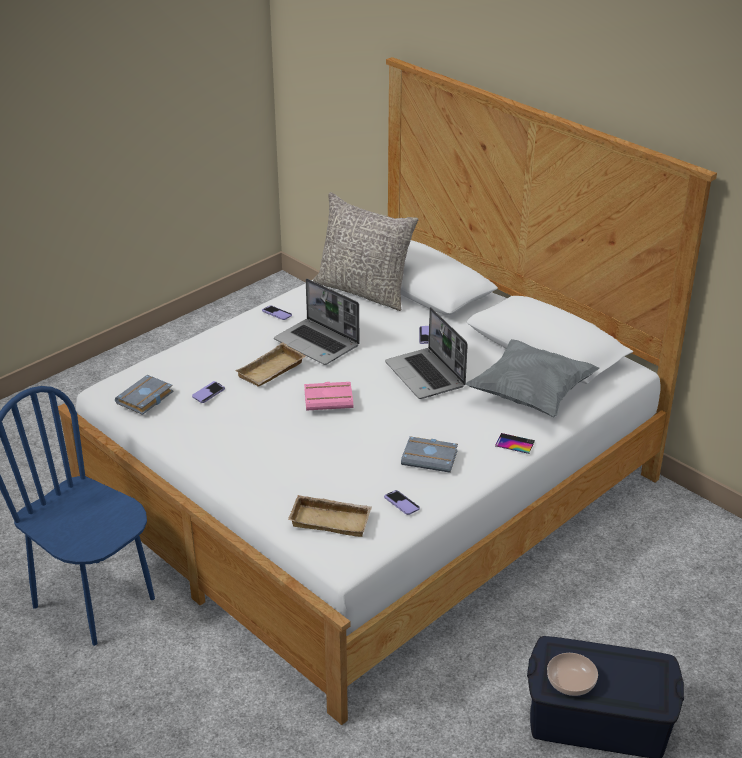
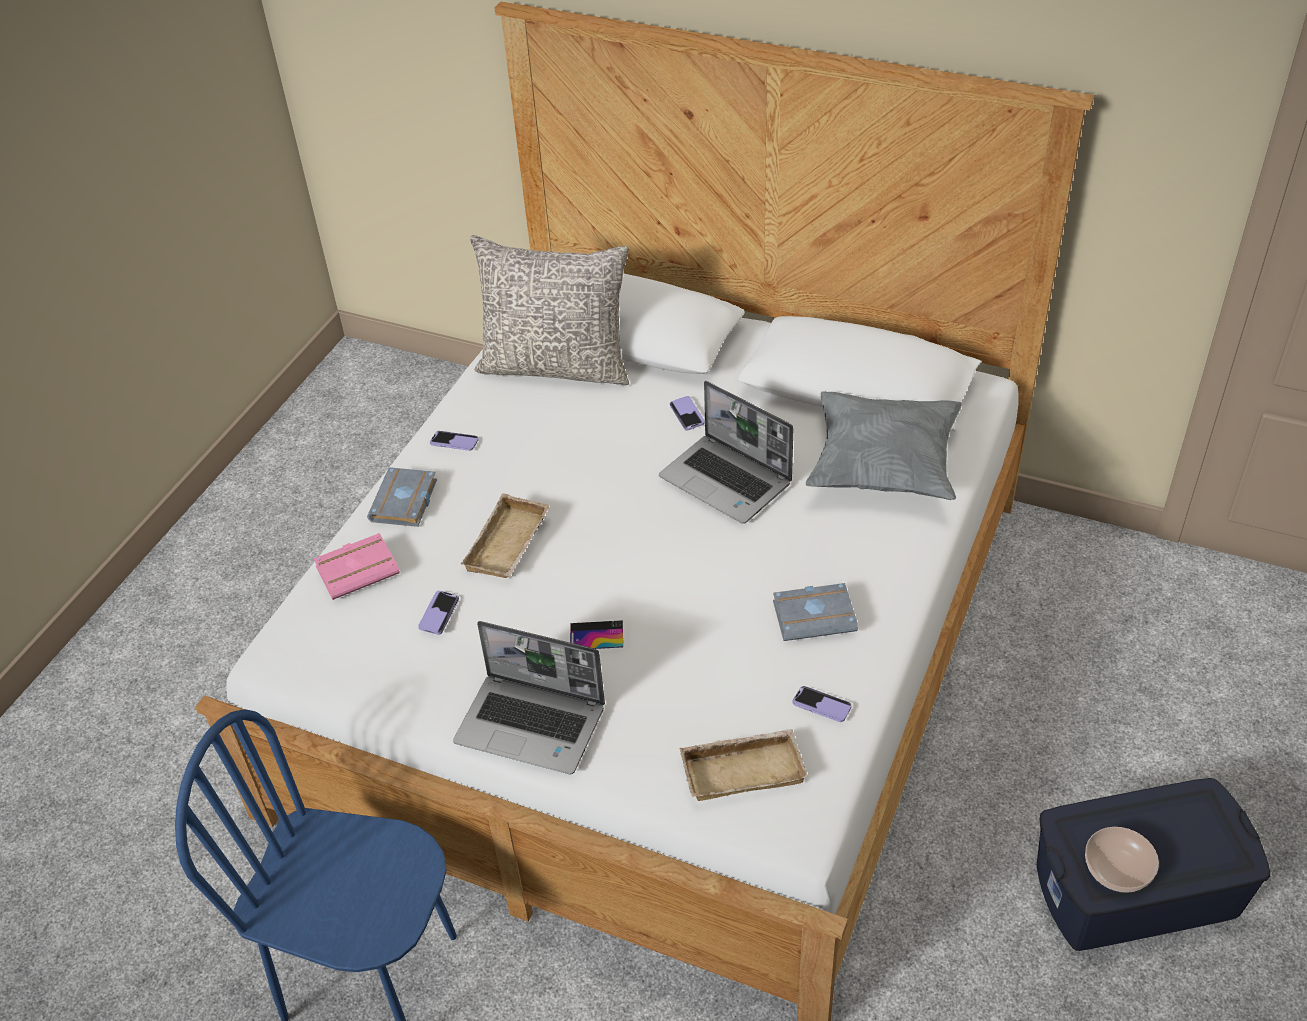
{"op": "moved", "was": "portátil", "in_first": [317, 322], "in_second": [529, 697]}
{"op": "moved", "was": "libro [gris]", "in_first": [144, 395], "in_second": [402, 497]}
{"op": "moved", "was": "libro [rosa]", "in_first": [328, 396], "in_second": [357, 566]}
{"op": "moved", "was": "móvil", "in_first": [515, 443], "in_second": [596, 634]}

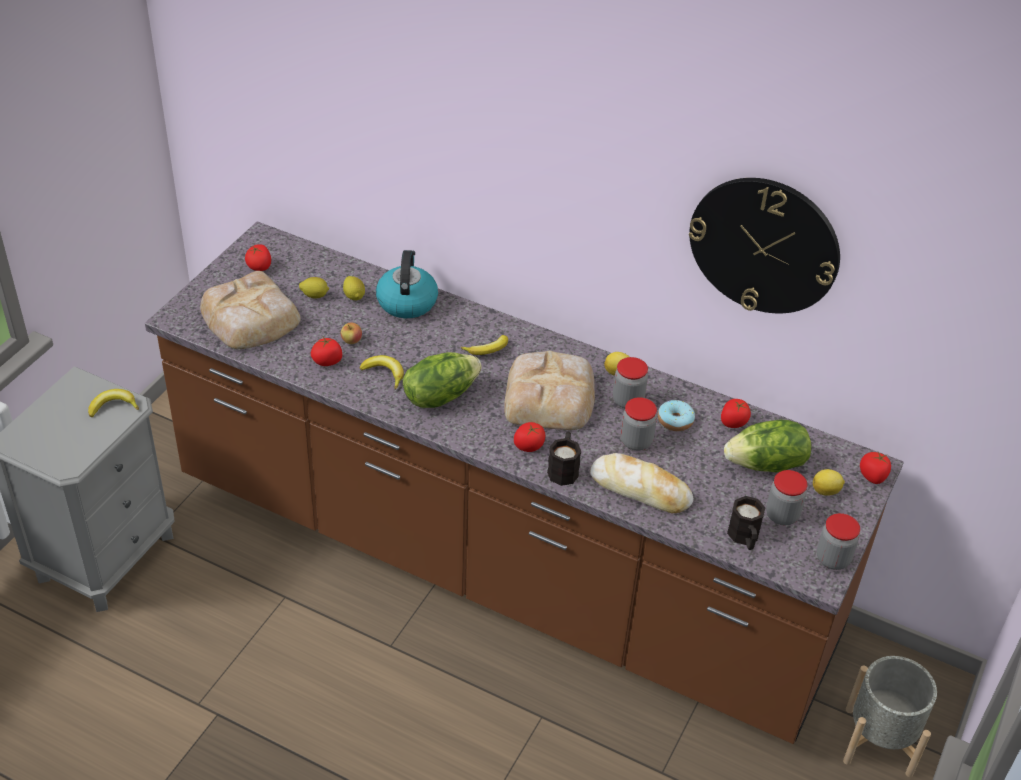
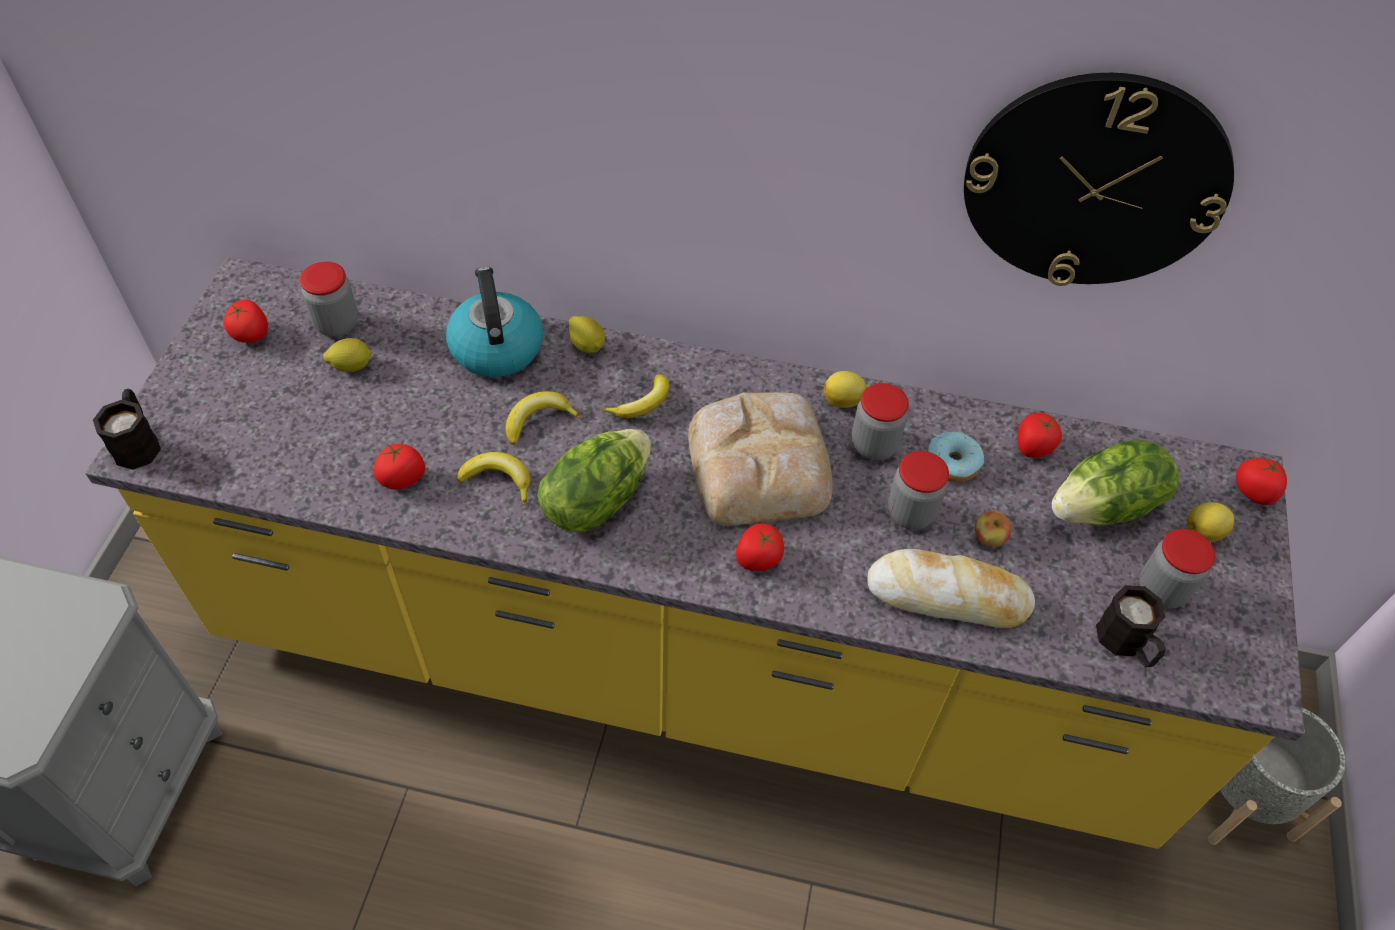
{"op": "recoloured", "was": "mueble bajo de cocina [marrón]", "now": "mueble bajo de cocina [amarillo]", "in_first": [524, 482], "in_second": [694, 553]}
{"op": "removed", "was": "pan", "in_first": [250, 310]}
{"op": "moved", "was": "limón", "in_first": [354, 288], "in_second": [587, 334]}
{"op": "moved", "was": "manzana", "in_first": [351, 333], "in_second": [993, 529]}
{"op": "moved", "was": "plátano", "in_first": [113, 403], "in_second": [543, 418]}
{"op": "moved", "was": "taza grande [negro]", "in_first": [564, 459], "in_second": [127, 429]}
{"op": "moved", "was": "tarro", "in_first": [838, 541], "in_second": [329, 298]}

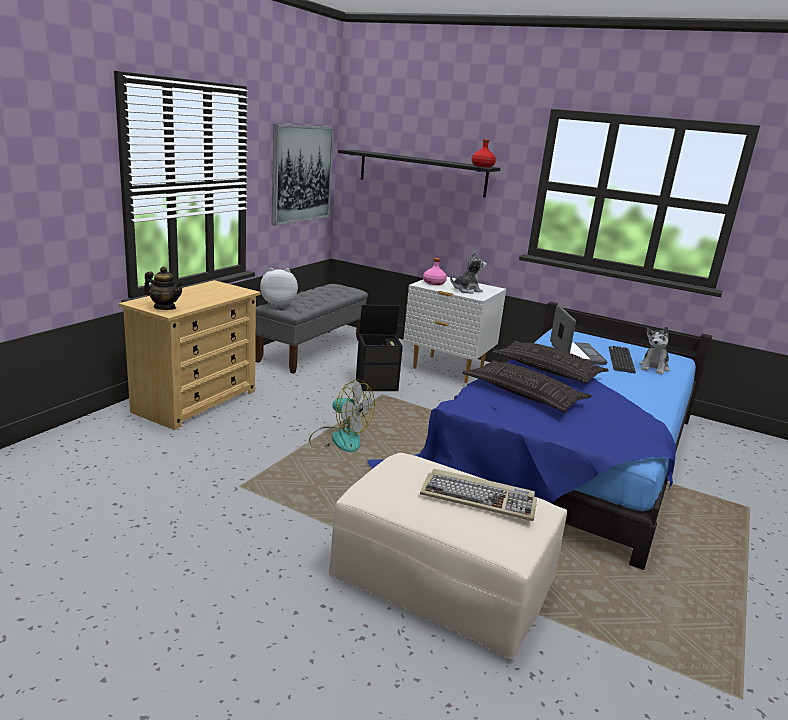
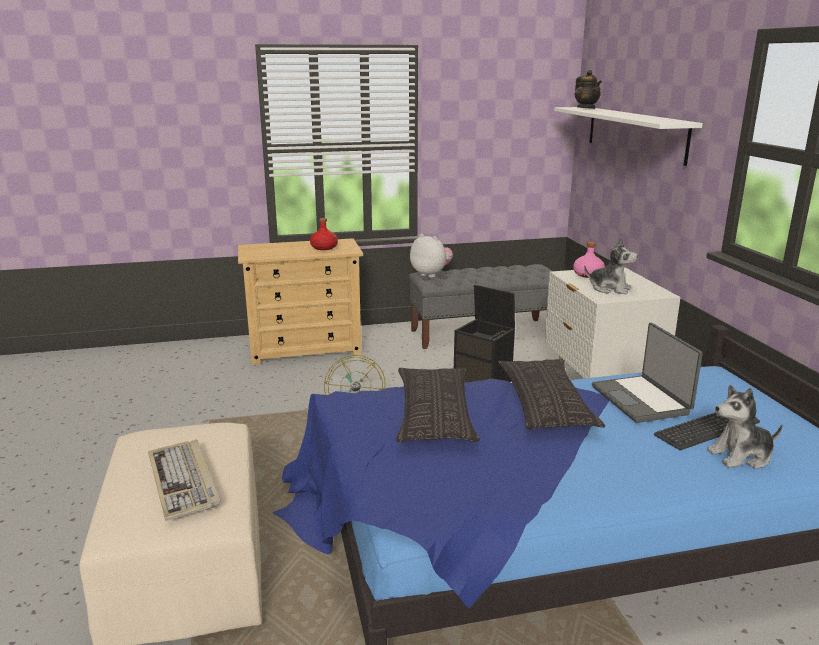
{"op": "removed", "was": "cuadro", "in_first": [303, 175]}
{"op": "moved", "was": "botella [rojo]", "in_first": [483, 153], "in_second": [324, 234]}
{"op": "recoloured", "was": "estante [negro]", "now": "estante [blanco]", "in_first": [419, 174], "in_second": [628, 136]}
{"op": "moved", "was": "tetera", "in_first": [164, 288], "in_second": [588, 89]}
{"op": "turned", "was": "portátil", "in_first": [578, 335], "in_second": [647, 373], "clockwise": 120}

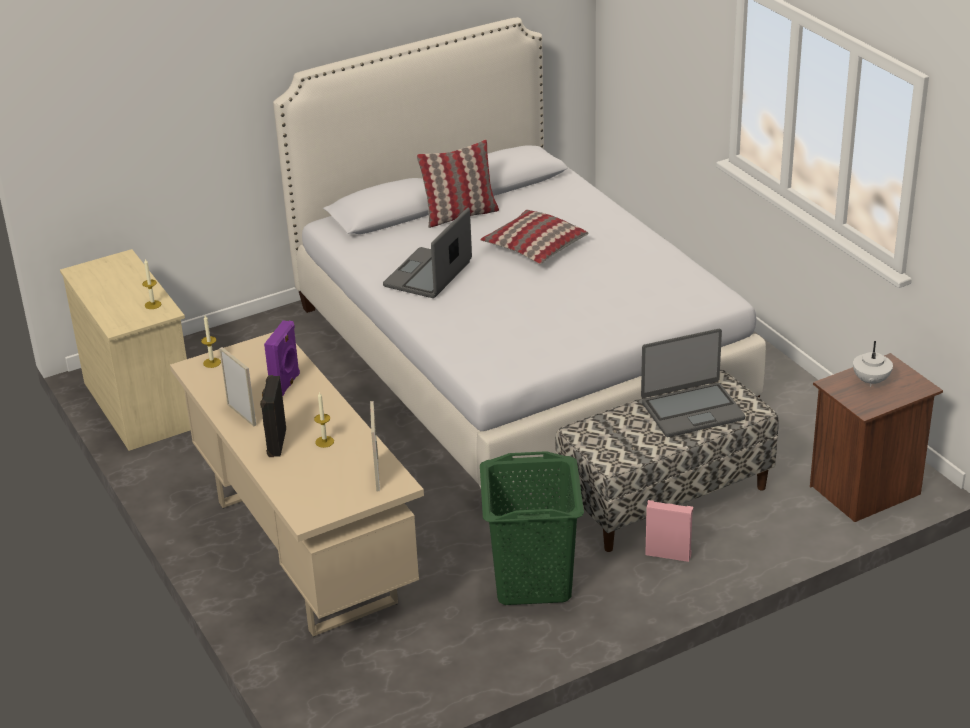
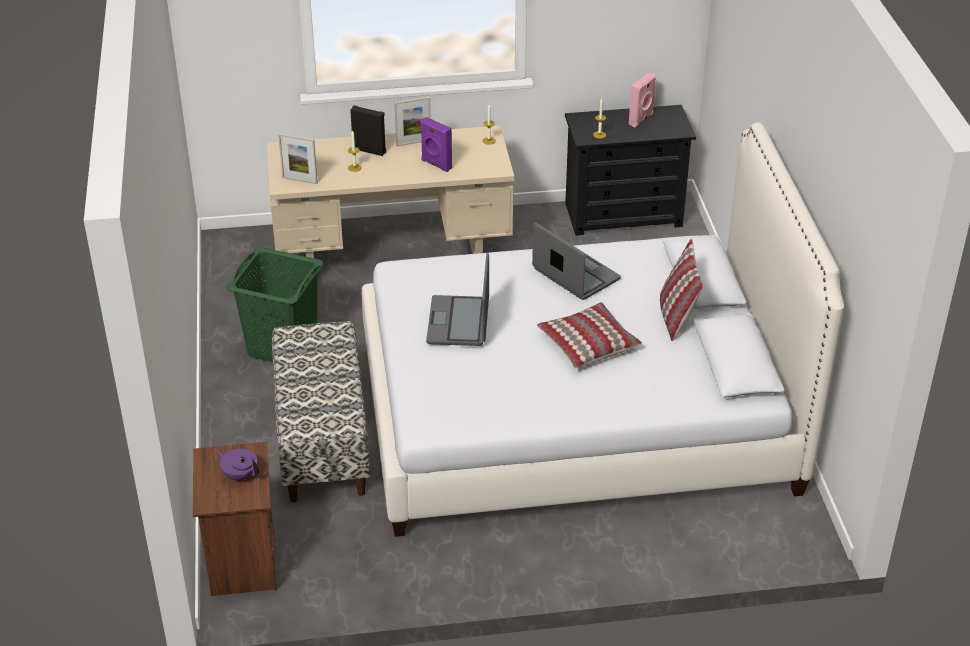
{"op": "recoloured", "was": "cómoda [beis]", "now": "cómoda [negro]", "in_first": [125, 350], "in_second": [630, 170]}
{"op": "moved", "was": "portátil", "in_first": [693, 383], "in_second": [457, 299]}
{"op": "recoloured", "was": "tetera [blanco]", "now": "tetera [morado]", "in_first": [873, 364], "in_second": [237, 465]}
{"op": "moved", "was": "altavoz [rosa]", "in_first": [669, 531], "in_second": [642, 100]}

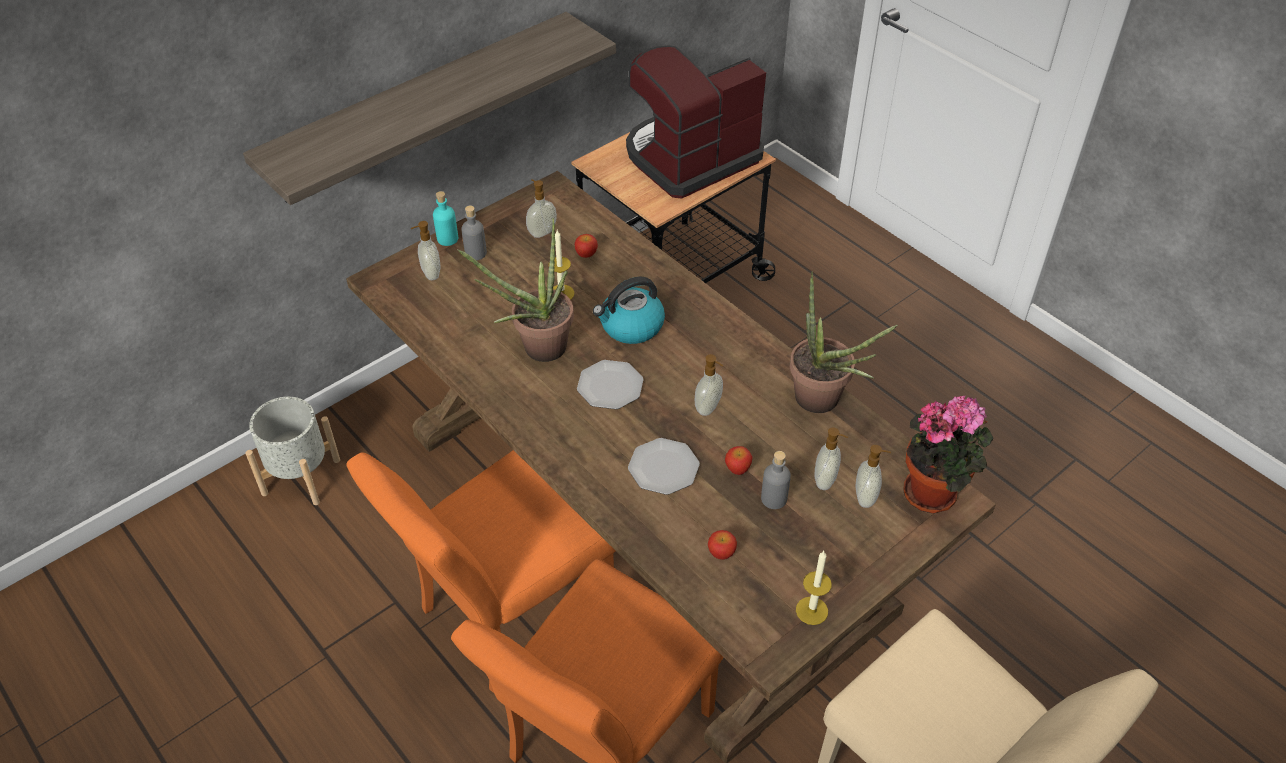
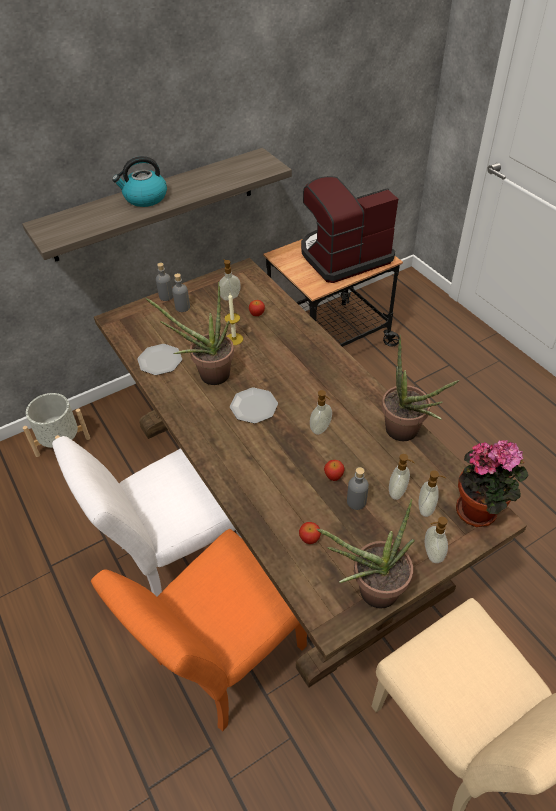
{"op": "recoloured", "was": "botella [turquesa]", "now": "botella [gris]", "in_first": [445, 218], "in_second": [164, 282]}
{"op": "moved", "was": "dispensador de jabón", "in_first": [425, 250], "in_second": [436, 540]}
{"op": "moved", "was": "hervidor", "in_first": [629, 310], "in_second": [139, 181]}
{"op": "moved", "was": "plato", "in_first": [664, 466], "in_second": [159, 359]}
{"op": "recoloured", "was": "silla [naranja]", "now": "silla [blanco]", "in_first": [480, 571], "in_second": [146, 516]}
{"op": "replaced", "was": "vela", "now": "planta en maceta", "in_first": [814, 588], "in_second": [366, 553]}

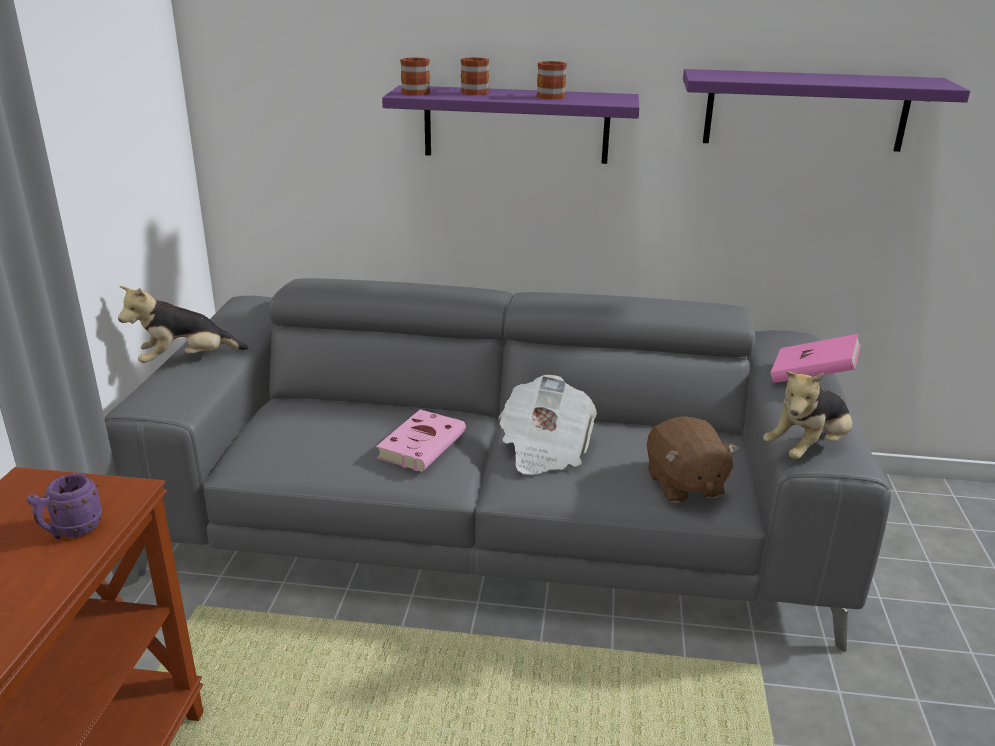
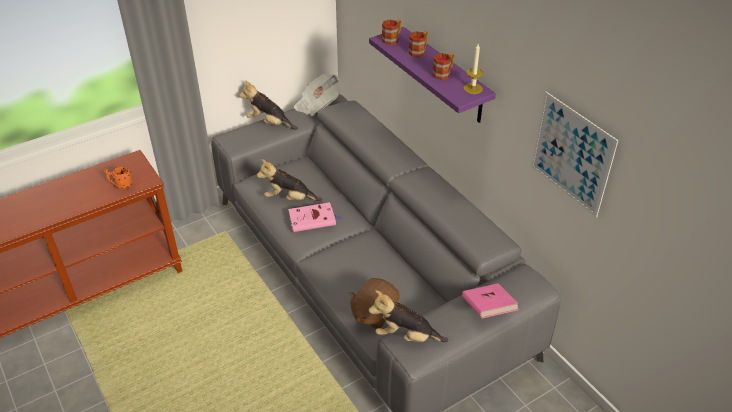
{"op": "replaced", "was": "estante [morado]", "now": "cuadro", "in_first": [826, 110], "in_second": [574, 154]}
{"op": "moved", "was": "periódico", "in_first": [547, 425], "in_second": [317, 95]}
{"op": "recoloured", "was": "taza grande [morado]", "now": "taza grande [naranja]", "in_first": [64, 506], "in_second": [118, 178]}
{"op": "added", "now": "vela", "in_second": [473, 69]}
{"op": "added", "now": "peluche", "in_second": [289, 180]}

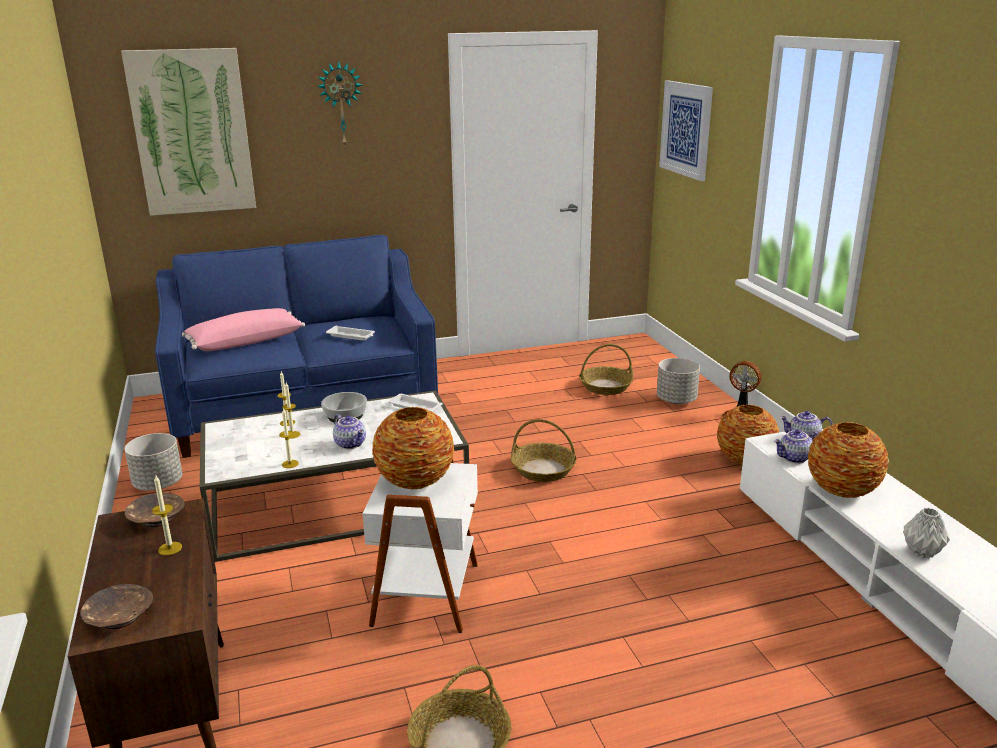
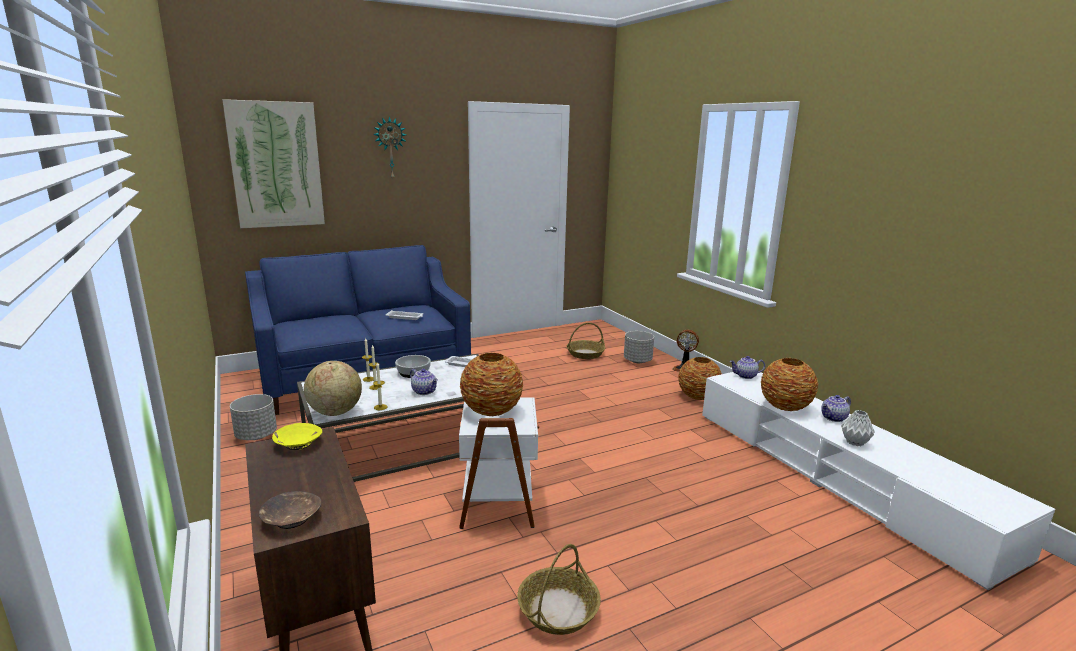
{"op": "removed", "was": "cuadro", "in_first": [686, 130]}
{"op": "removed", "was": "cojín [rosa]", "in_first": [243, 329]}
{"op": "removed", "was": "cesta", "in_first": [544, 450]}
{"op": "moved", "was": "tetera", "in_first": [796, 446], "in_second": [836, 408]}
{"op": "removed", "was": "vela", "in_first": [167, 515]}
{"op": "recoloured", "was": "cuenco [marrón]", "now": "cuenco [amarillo]", "in_first": [155, 510], "in_second": [297, 436]}
{"op": "added", "now": "globo terráqueo", "in_second": [333, 388]}

